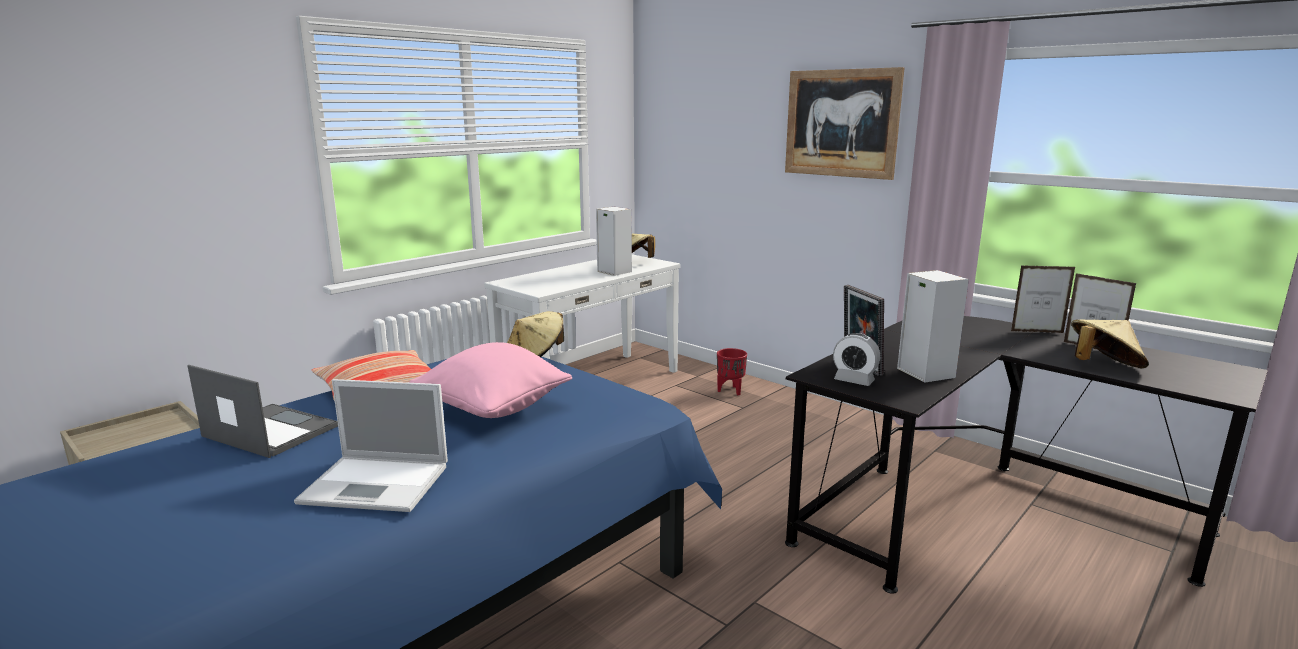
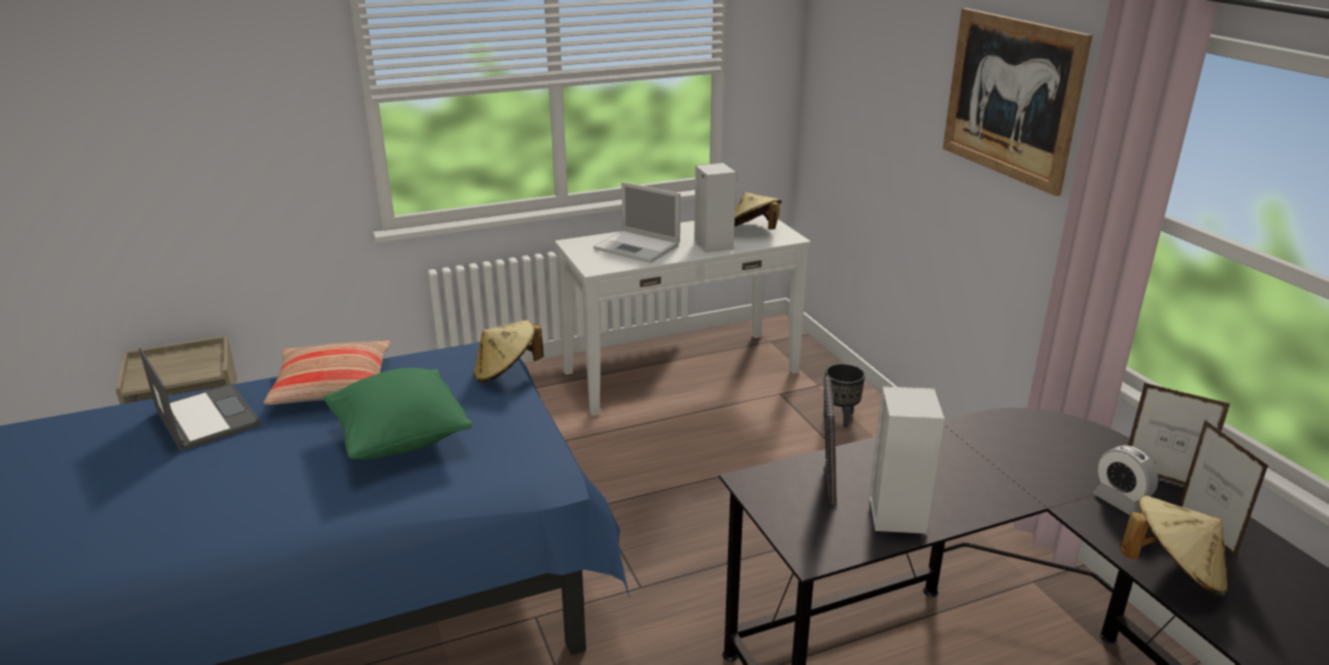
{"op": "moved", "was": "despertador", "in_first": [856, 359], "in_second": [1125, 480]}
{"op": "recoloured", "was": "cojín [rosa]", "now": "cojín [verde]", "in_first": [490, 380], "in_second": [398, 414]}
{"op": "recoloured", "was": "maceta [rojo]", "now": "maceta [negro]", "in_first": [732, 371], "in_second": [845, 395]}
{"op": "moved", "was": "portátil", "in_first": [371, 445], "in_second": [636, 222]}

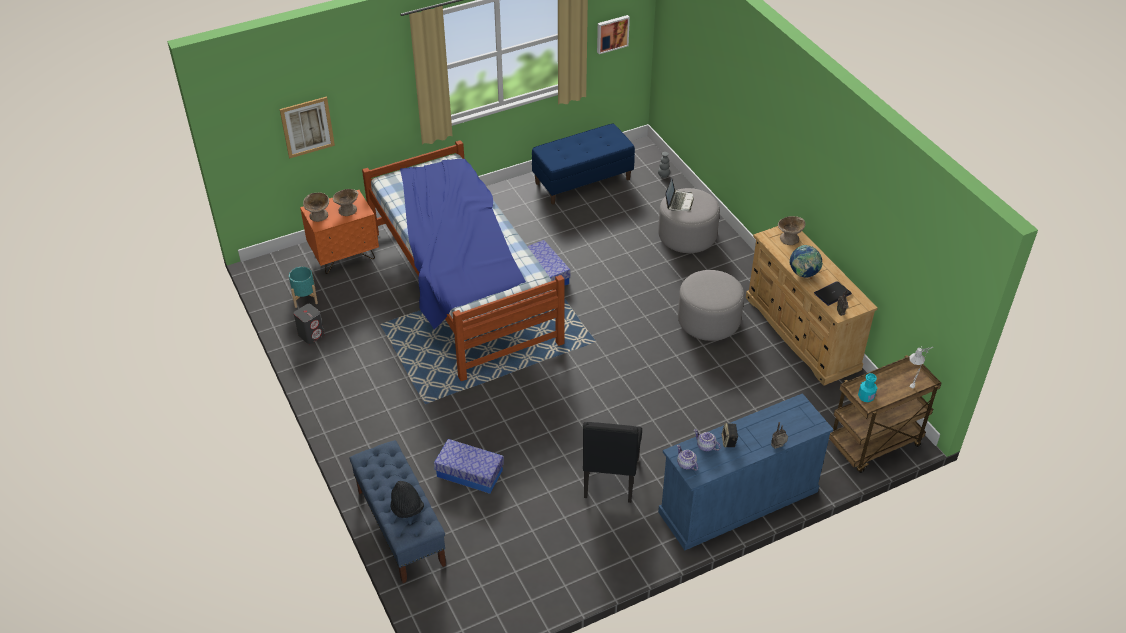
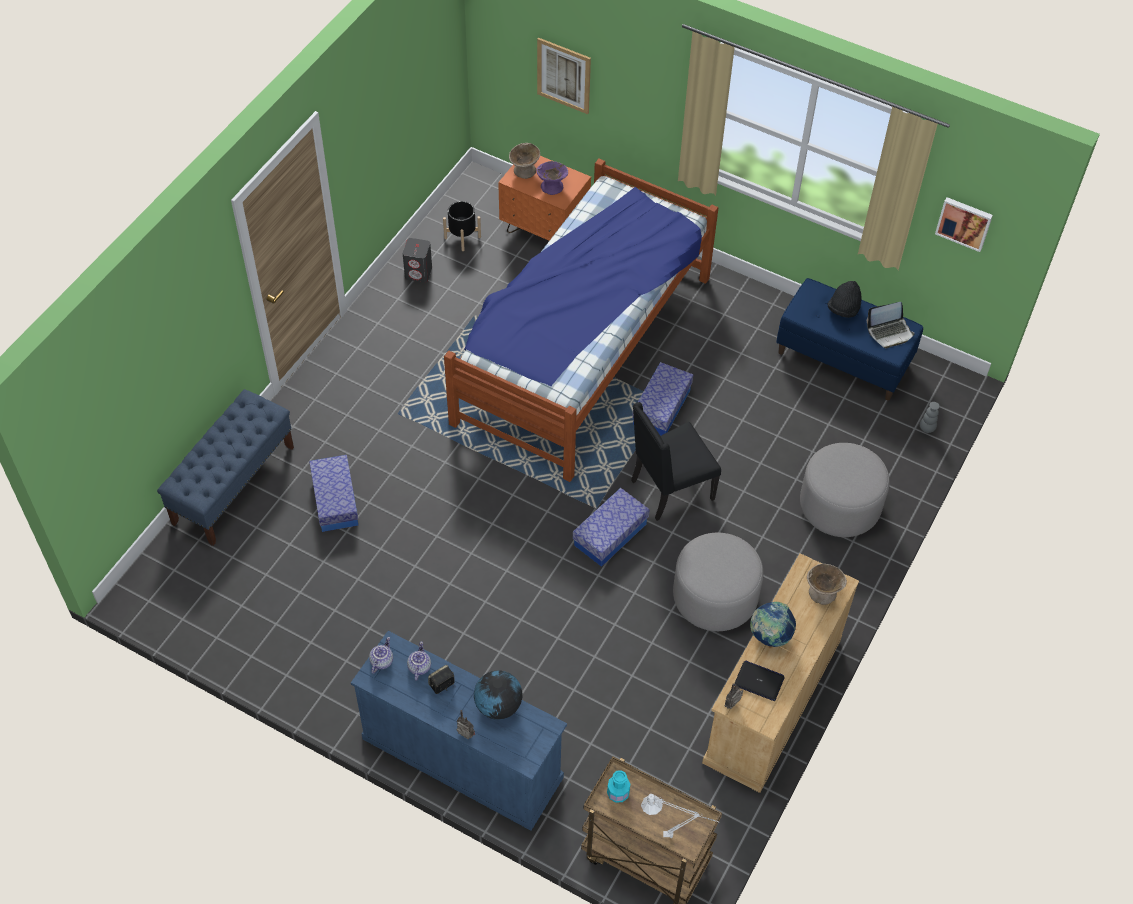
{"op": "moved", "was": "portátil", "in_first": [679, 195], "in_second": [891, 325]}
{"op": "recoloured", "was": "cuenco [beis]", "now": "cuenco [morado]", "in_first": [346, 202], "in_second": [552, 178]}
{"op": "recoloured", "was": "maceta [turquesa]", "now": "maceta [negro]", "in_first": [303, 287], "in_second": [462, 226]}
{"op": "moved", "was": "silla [negro]", "in_first": [612, 462], "in_second": [676, 461]}
{"op": "moved", "was": "sombrero [negro]", "in_first": [407, 499], "in_second": [844, 299]}
{"op": "added", "now": "caja de almacenaje", "in_second": [611, 527]}
{"op": "added", "now": "globo terráqueo", "in_second": [498, 695]}

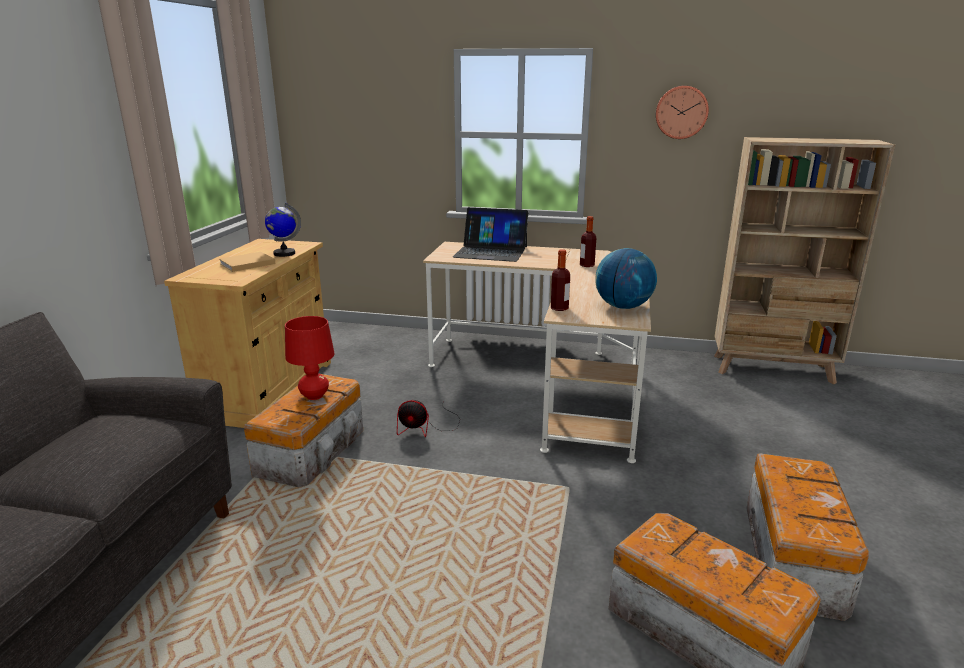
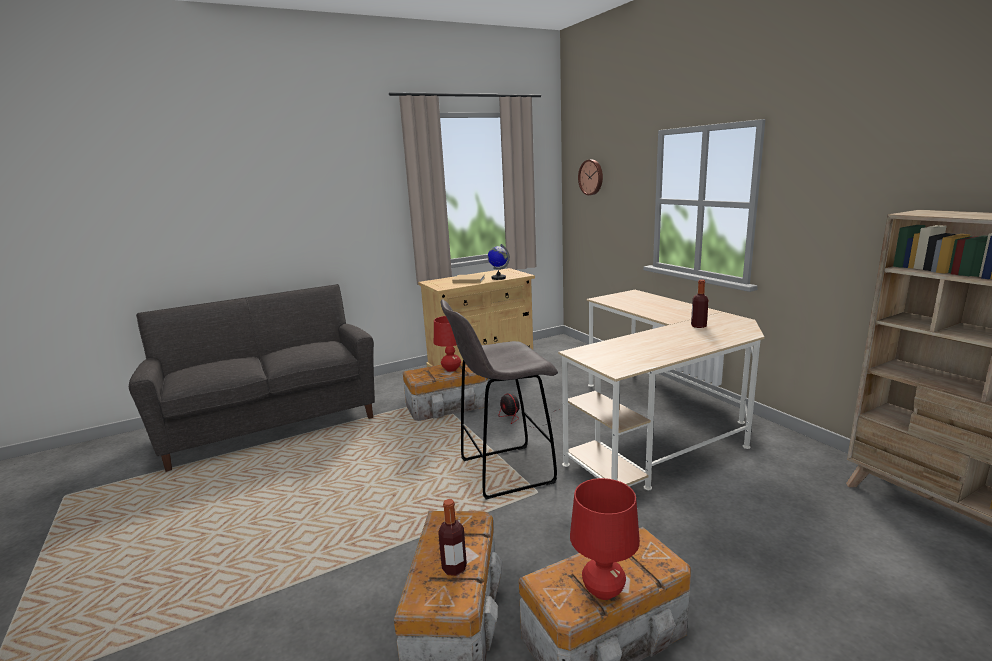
{"op": "moved", "was": "reloj de pared", "in_first": [682, 112], "in_second": [590, 177]}
{"op": "removed", "was": "portátil", "in_first": [491, 234]}
{"op": "removed", "was": "globo terráqueo", "in_first": [626, 278]}
{"op": "moved", "was": "botella", "in_first": [560, 280], "in_second": [452, 537]}
{"op": "added", "now": "taburete [gris]", "in_second": [499, 399]}
{"op": "added", "now": "lámpara de mesa [rojo]", "in_second": [605, 539]}

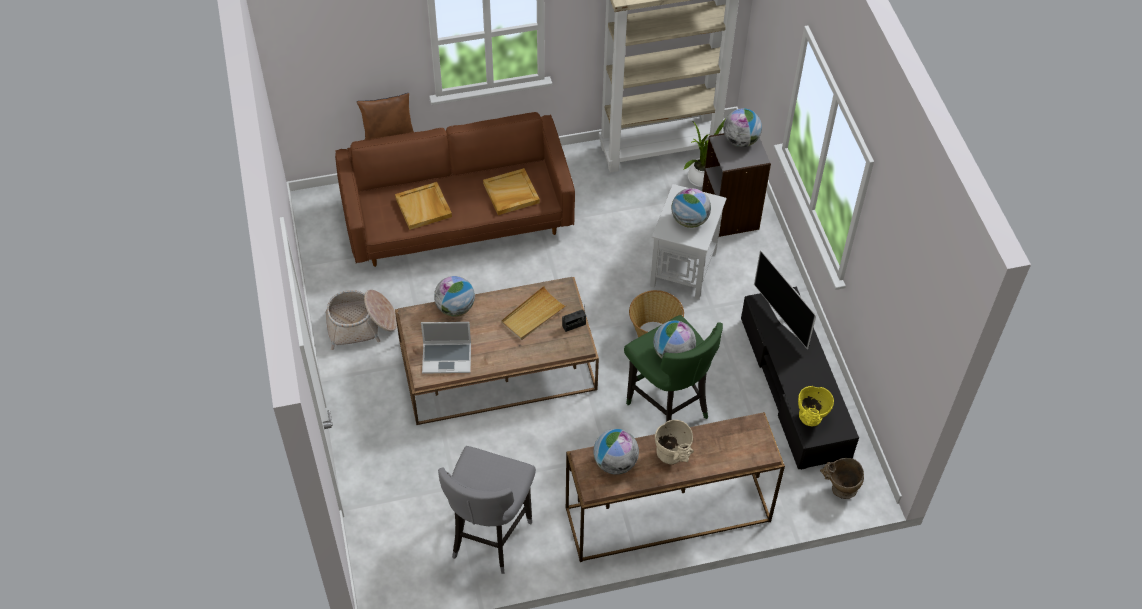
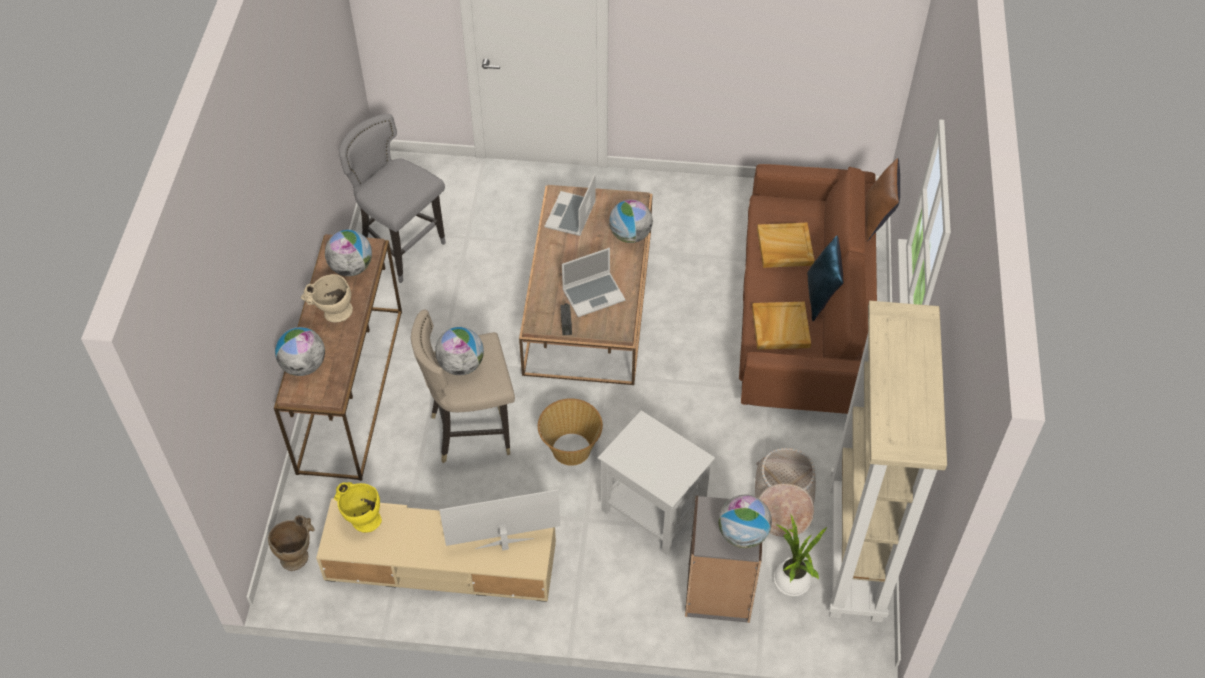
{"op": "moved", "was": "globo terráqueo", "in_first": [691, 208], "in_second": [300, 351]}
{"op": "replaced", "was": "bandeja [beis]", "now": "portátil", "in_first": [534, 313], "in_second": [593, 282]}
{"op": "recoloured", "was": "mueble de televisión [negro]", "now": "mueble de televisión [beis]", "in_first": [800, 378], "in_second": [436, 550]}
{"op": "moved", "was": "cesta", "in_first": [361, 320], "in_second": [785, 492]}
{"op": "recoloured", "was": "taburete [verde]", "now": "taburete [beis]", "in_first": [673, 368], "in_second": [463, 386]}
{"op": "added", "now": "cojín [azul]", "in_second": [825, 278]}

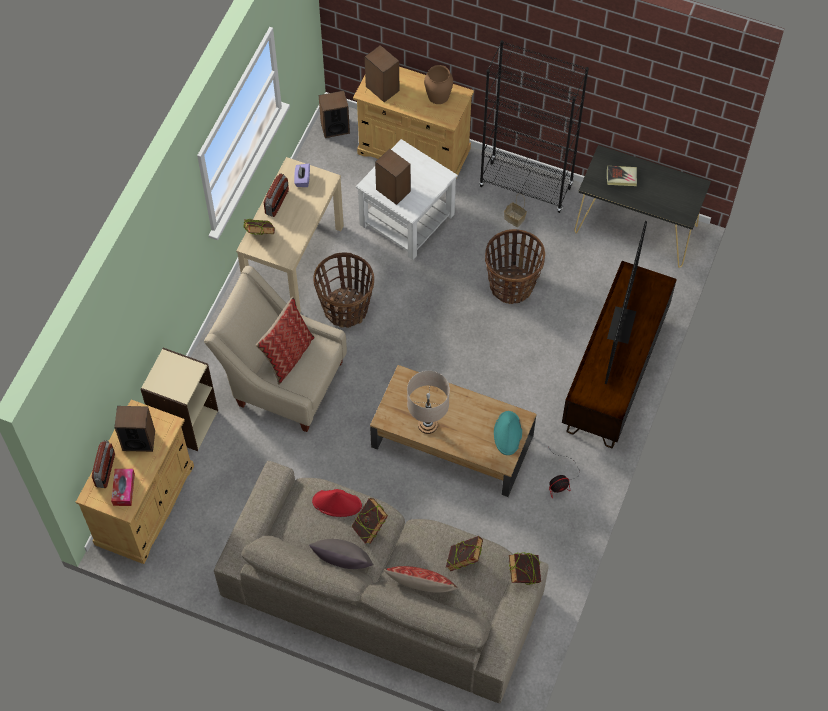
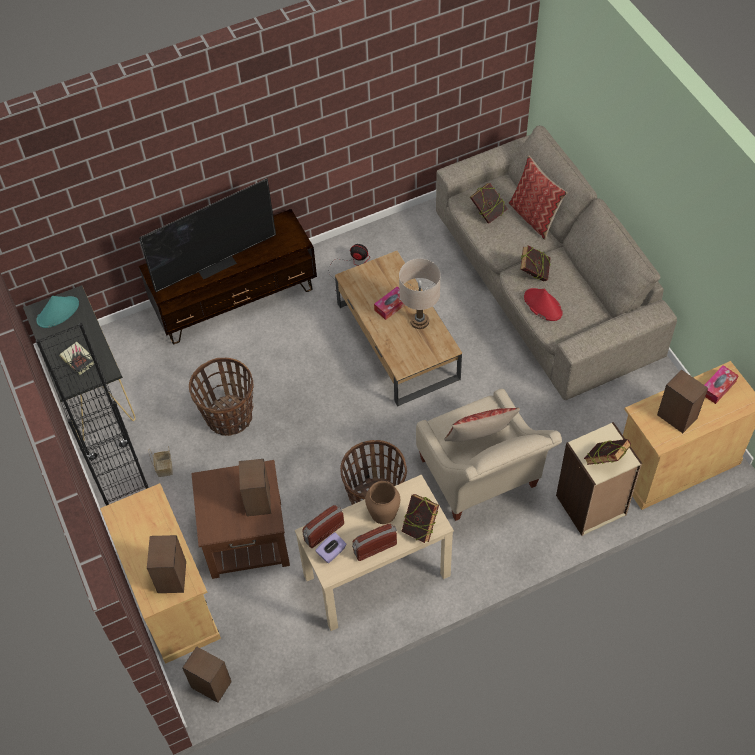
{"op": "moved", "was": "florero [marrón]", "in_first": [438, 84], "in_second": [382, 502]}
{"op": "recoloured", "was": "mesa auxiliar [blanco]", "now": "mesa auxiliar [marrón]", "in_first": [407, 199], "in_second": [240, 519]}
{"op": "moved", "was": "sombrero [turquesa]", "in_first": [508, 433], "in_second": [57, 312]}
{"op": "moved", "was": "radio", "in_first": [103, 464], "in_second": [323, 526]}
{"op": "removed", "was": "cojín [gris]", "in_first": [341, 554]}
{"op": "moved", "was": "libro", "in_first": [525, 568], "in_second": [607, 452]}
{"op": "added", "now": "caja de pañuelos", "in_second": [389, 303]}

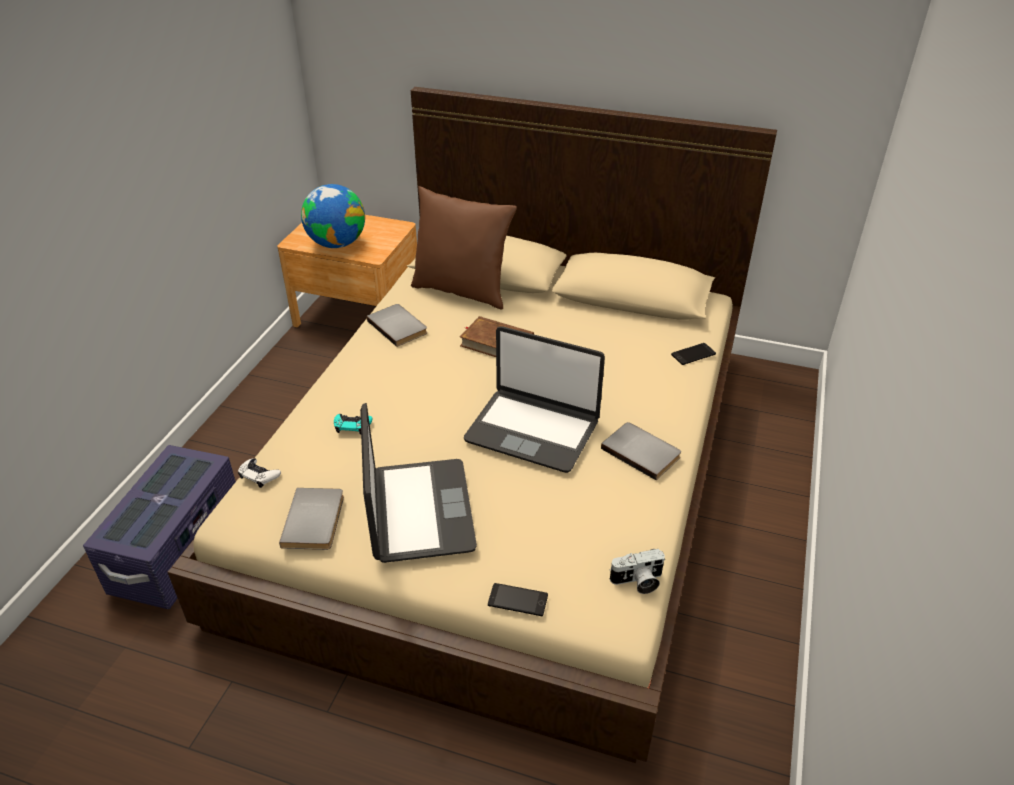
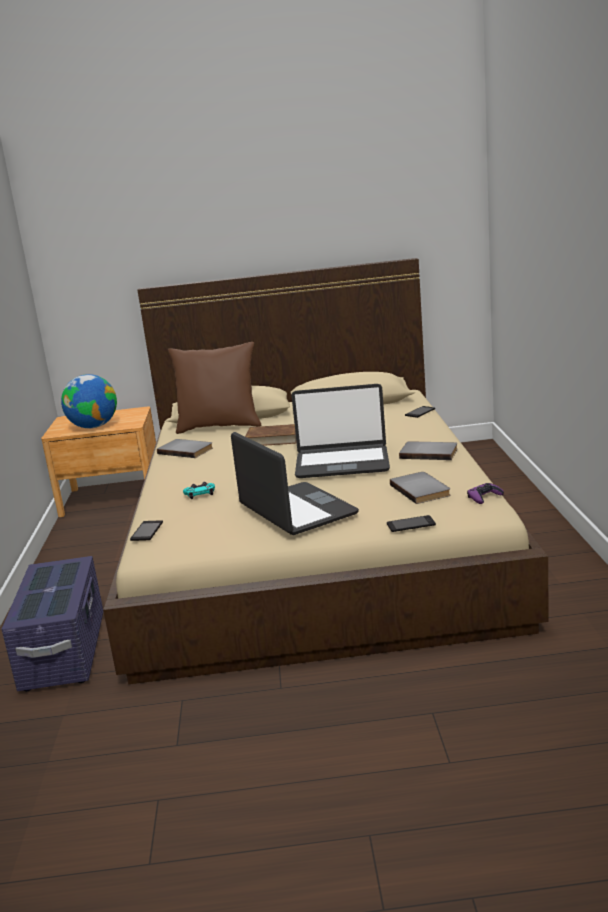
{"op": "replaced", "was": "mando de consola [blanco]", "now": "móvil", "in_first": [259, 473], "in_second": [146, 530]}
{"op": "moved", "was": "libro [gris]", "in_first": [311, 519], "in_second": [420, 488]}
{"op": "replaced", "was": "cámara", "now": "mando de consola [morado]", "in_first": [637, 571], "in_second": [485, 493]}

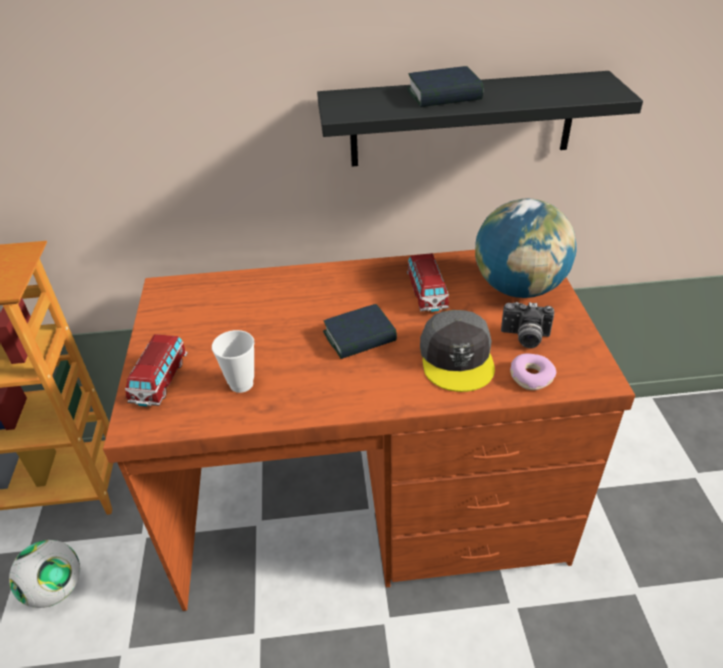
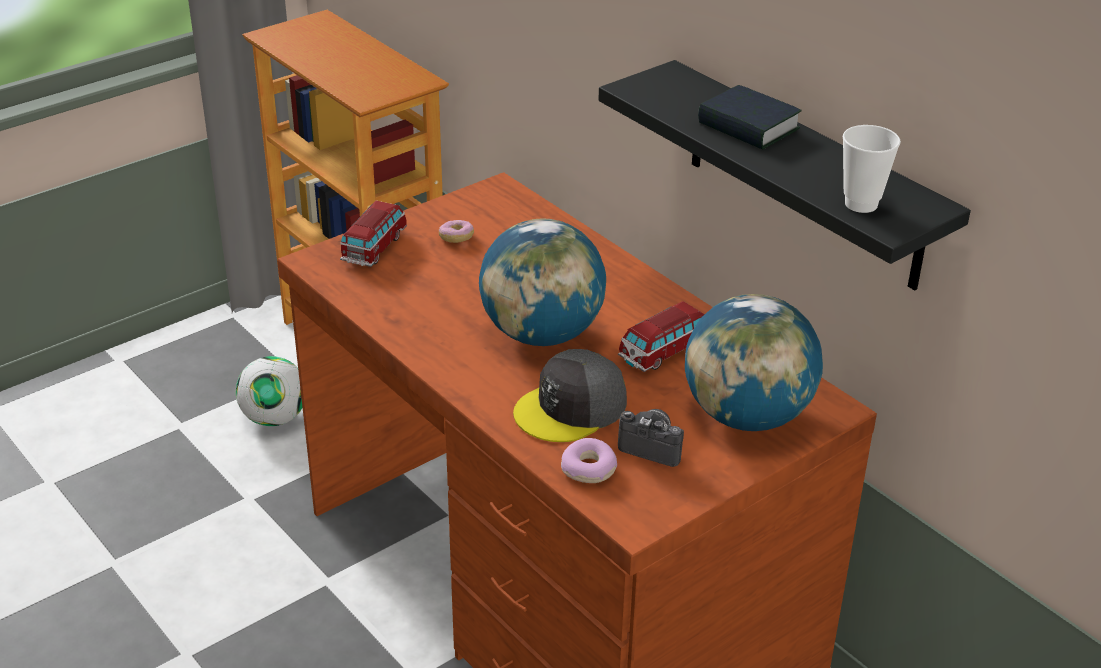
{"op": "turned", "was": "cámara", "in_first": [527, 325], "in_second": [651, 438], "clockwise": 135}
{"op": "replaced", "was": "libro", "now": "globo terráqueo", "in_first": [360, 331], "in_second": [542, 282]}
{"op": "moved", "was": "taza", "in_first": [233, 361], "in_second": [871, 169]}
{"op": "turned", "was": "coche de juguete", "in_first": [156, 370], "in_second": [373, 234], "clockwise": 135}
{"op": "added", "now": "rosquilla", "in_second": [456, 231]}

